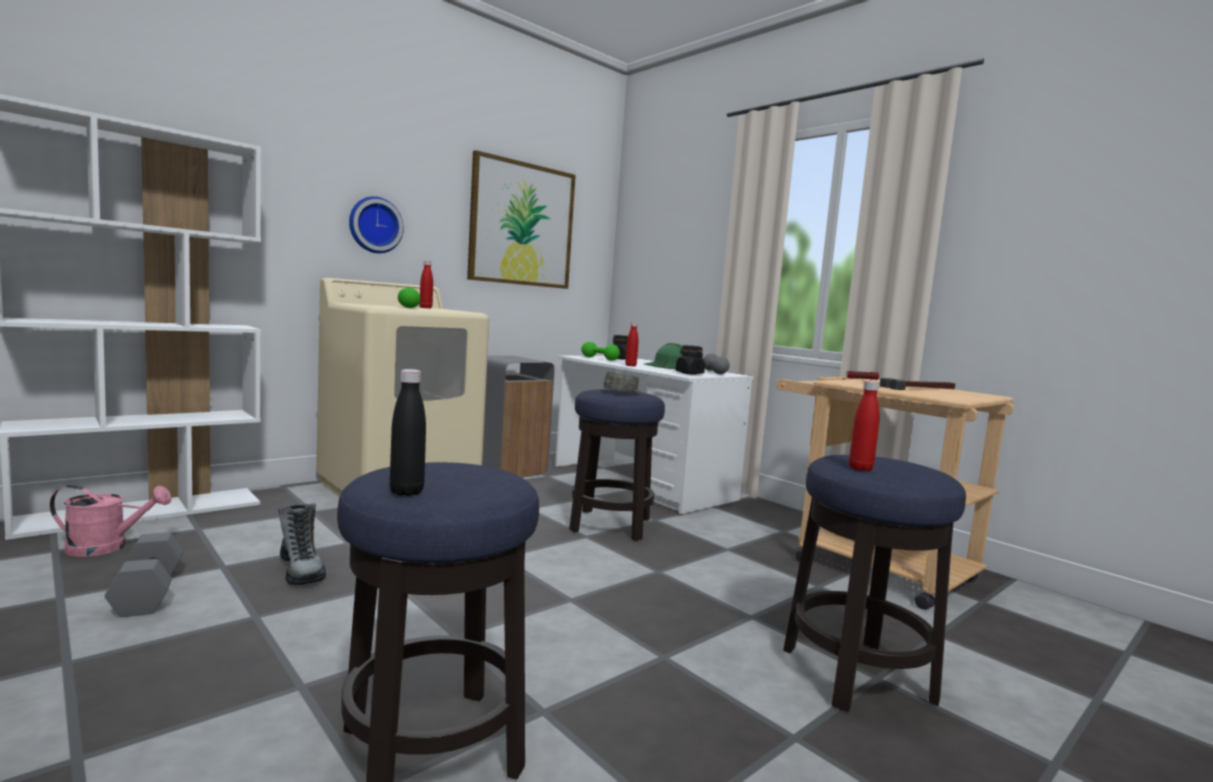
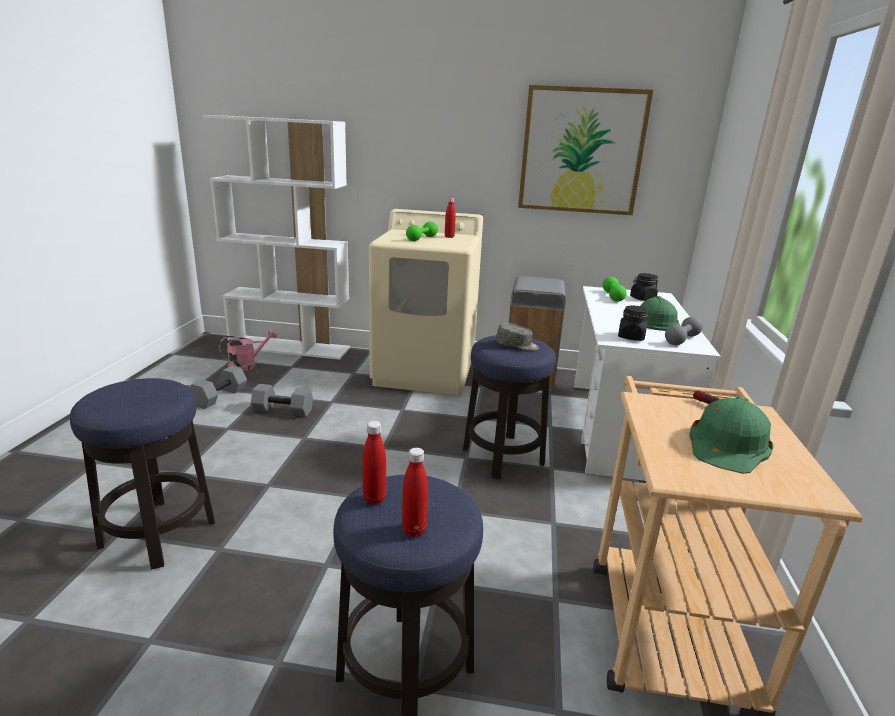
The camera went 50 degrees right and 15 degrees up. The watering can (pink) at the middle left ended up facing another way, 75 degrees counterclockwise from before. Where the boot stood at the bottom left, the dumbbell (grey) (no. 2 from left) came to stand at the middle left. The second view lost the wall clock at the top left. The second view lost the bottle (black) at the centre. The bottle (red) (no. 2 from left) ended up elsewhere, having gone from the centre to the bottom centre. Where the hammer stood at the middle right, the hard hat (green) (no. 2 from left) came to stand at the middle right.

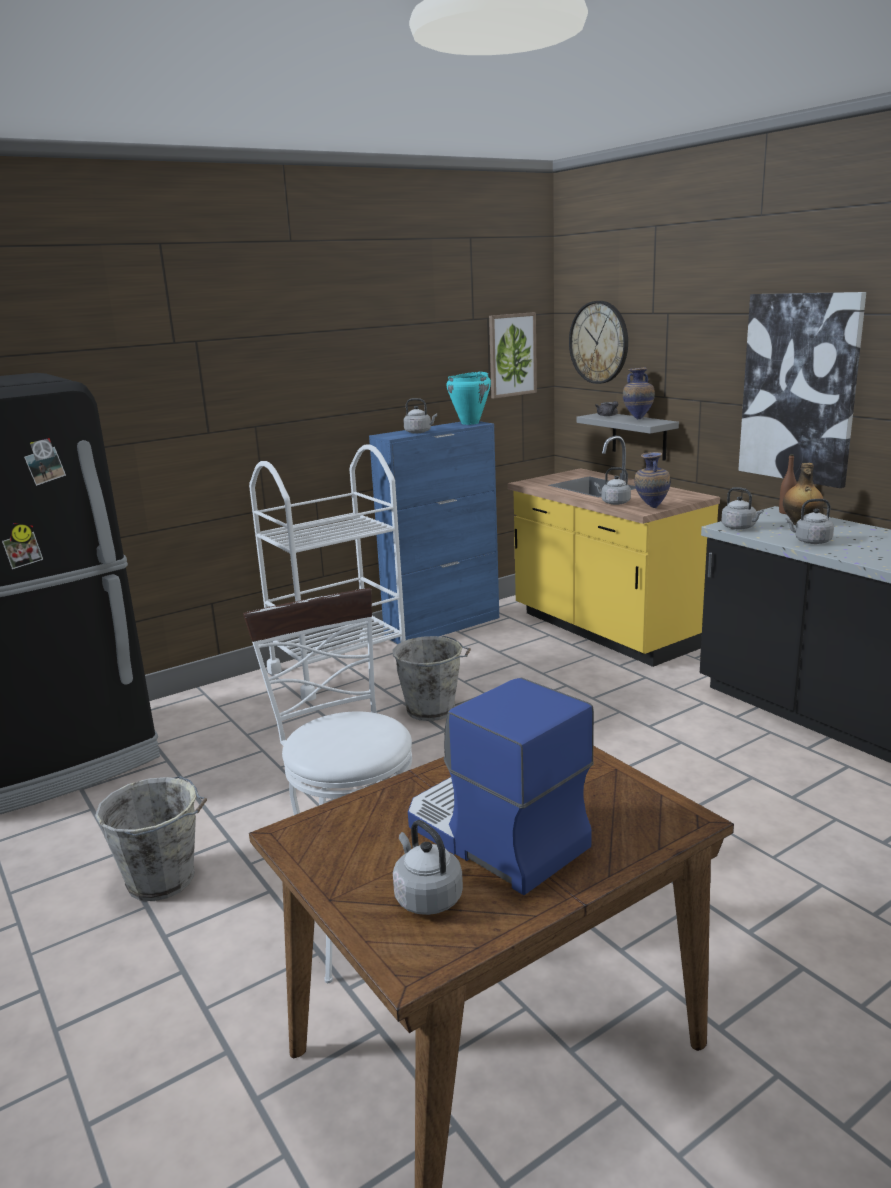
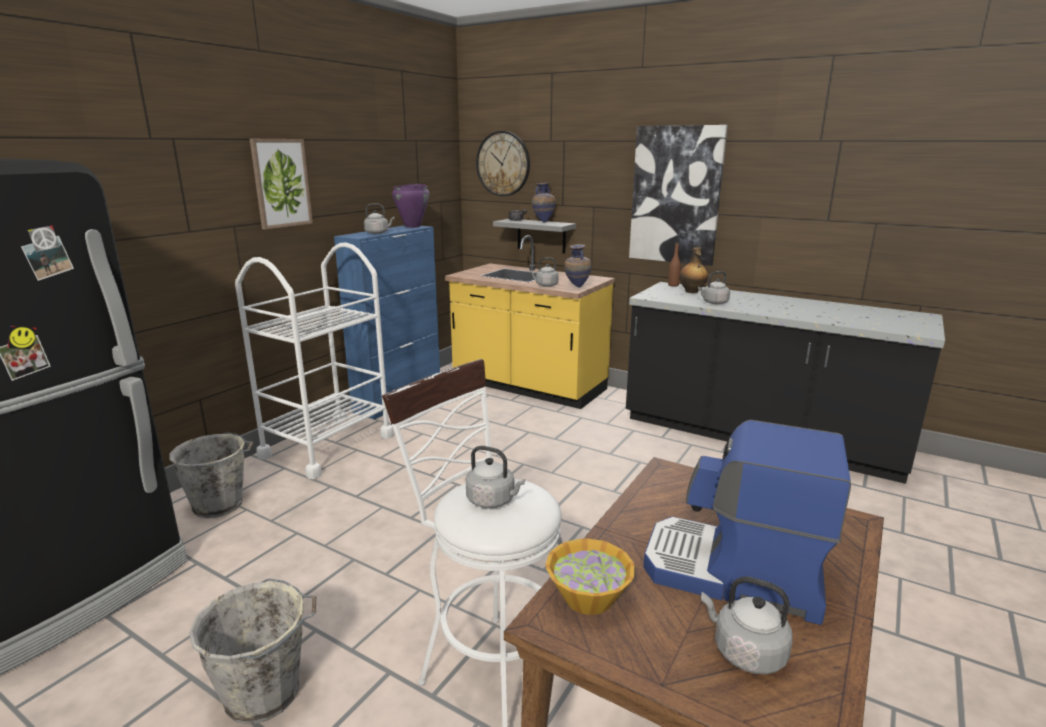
The camera went 25 degrees left and 0 degrees up. The bucket (grey) (no. 2 from left in the first image) ended up elsewhere, having gone from the centre to the middle left. What was the cooking pot (turquoise) at the centre turned into the cooking pot (purple) at the top centre. The picture (no. 1 from left) ended up elsewhere, having gone from the top centre to the top left. The kettle (grey) (no. 4 from left in the first image) ended up elsewhere, having gone from the middle right to the centre. The second view gained the bowl at the bottom centre.

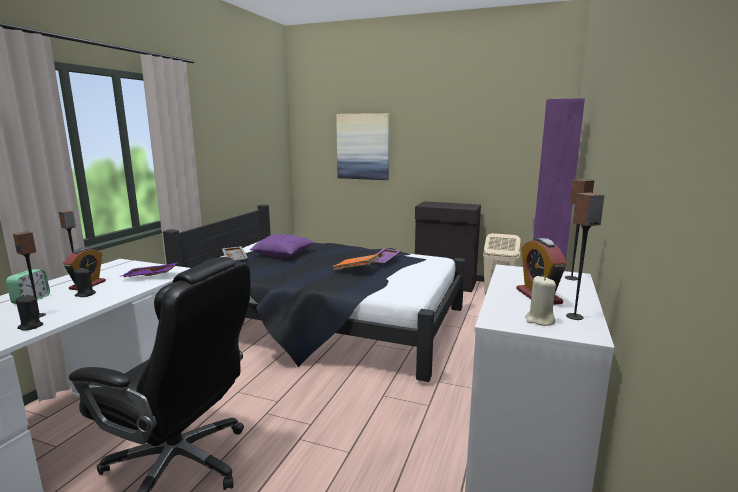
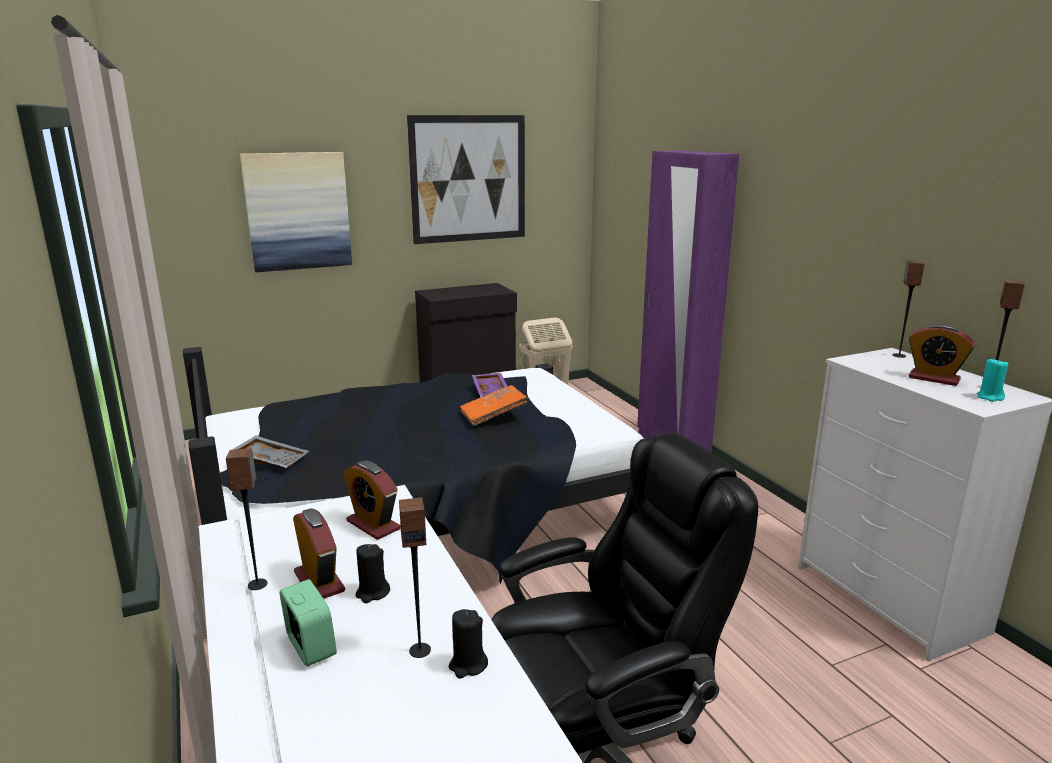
The camera went 45 degrees left and 5 degrees up. Where the tray (purple) (no. 1 from left) stood at the middle left, the alarm clock (no. 3 from left) came to stand at the centre. The second view lost the pillow (purple) at the centre. What was the candle (beige) at the middle right turned into the candle (turquoise) at the middle right. The second view gained the picture (no. 2 from left) at the top centre.

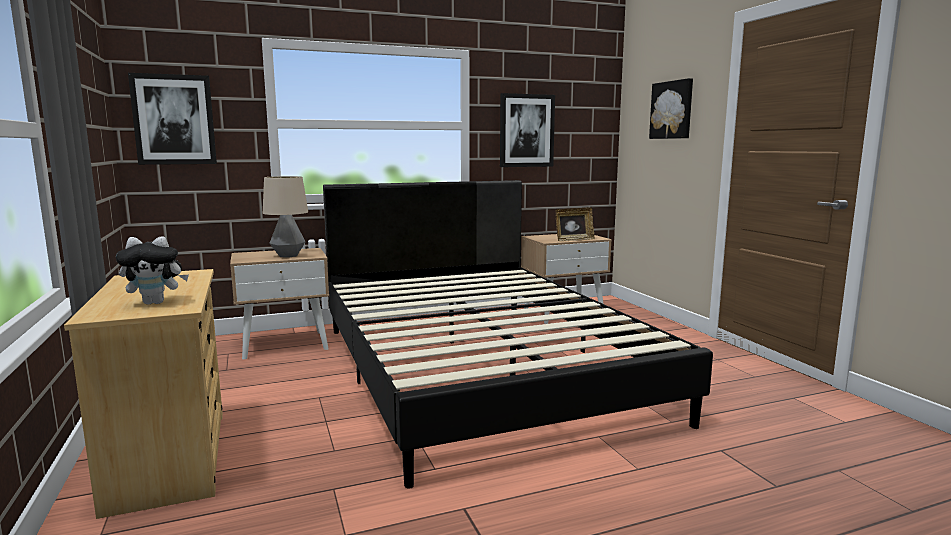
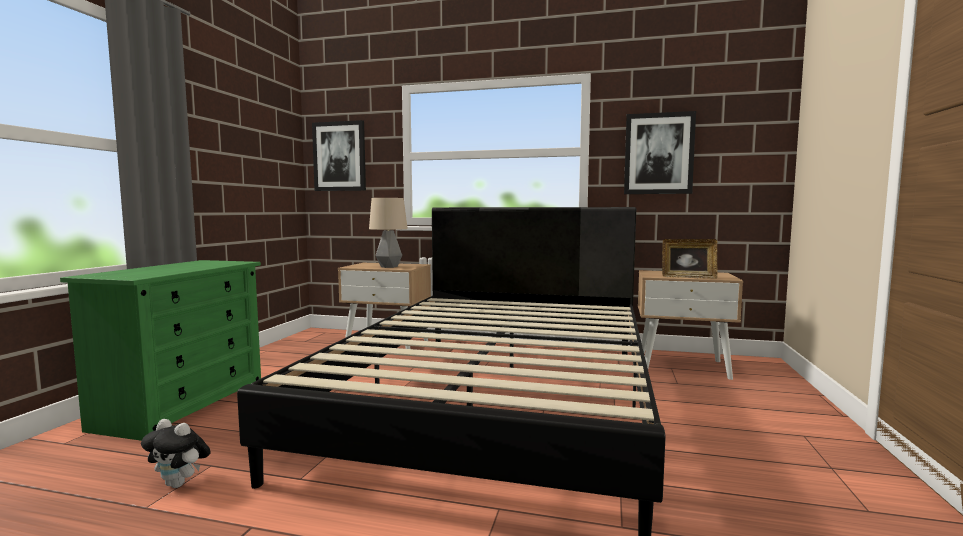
The camera went 35 degrees right and 5 degrees down. What was the dresser (beige) at the bottom left turned into the dresser (green) at the middle left. The plush toy ended up elsewhere, having gone from the middle left to the bottom left. The second view lost the picture (no. 3 from left) at the top right.

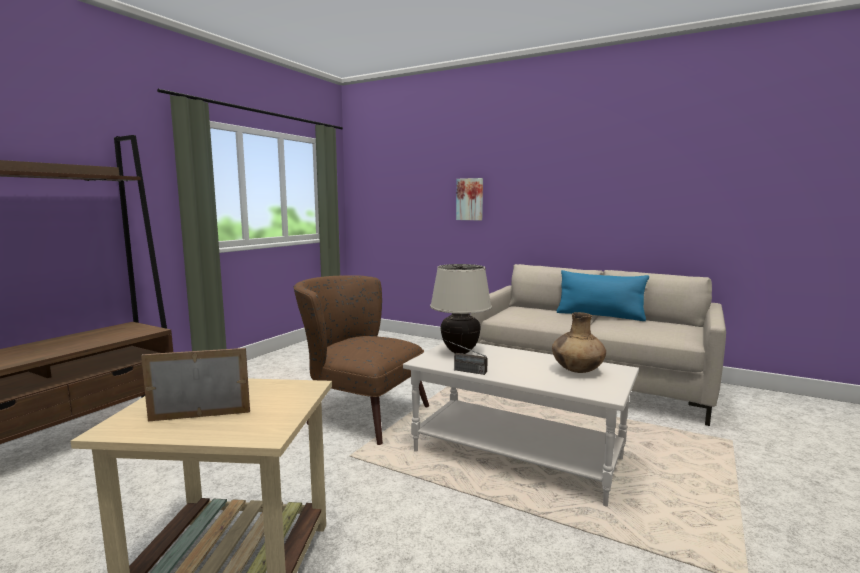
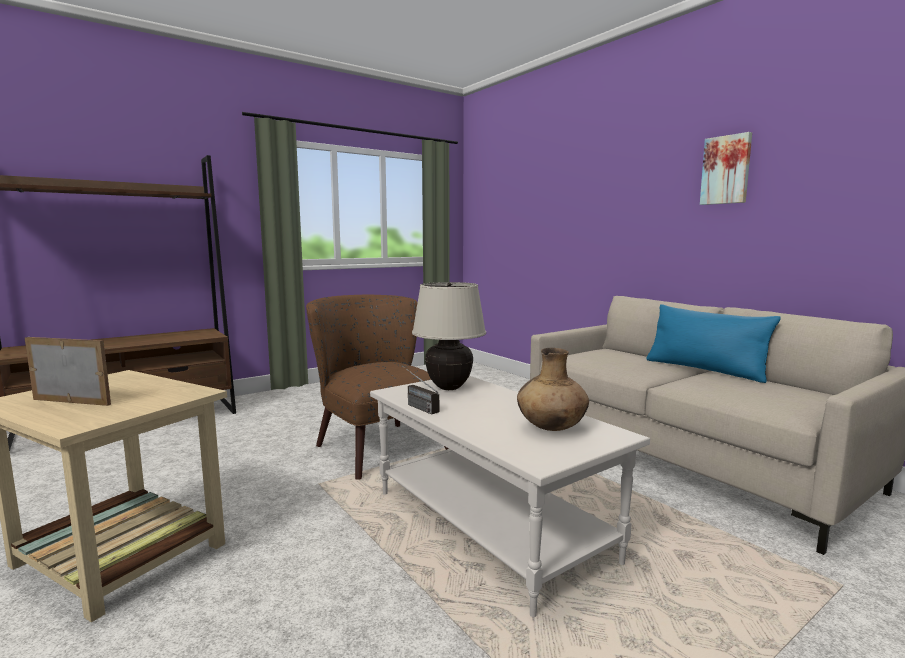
The camera went 25 degrees right and 0 degrees up. The picture ended up elsewhere, having gone from the centre to the top right.

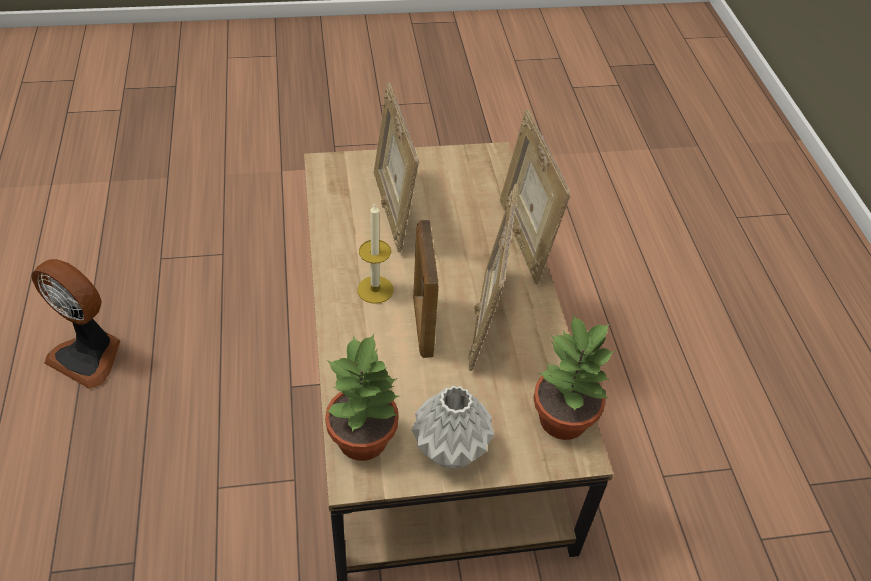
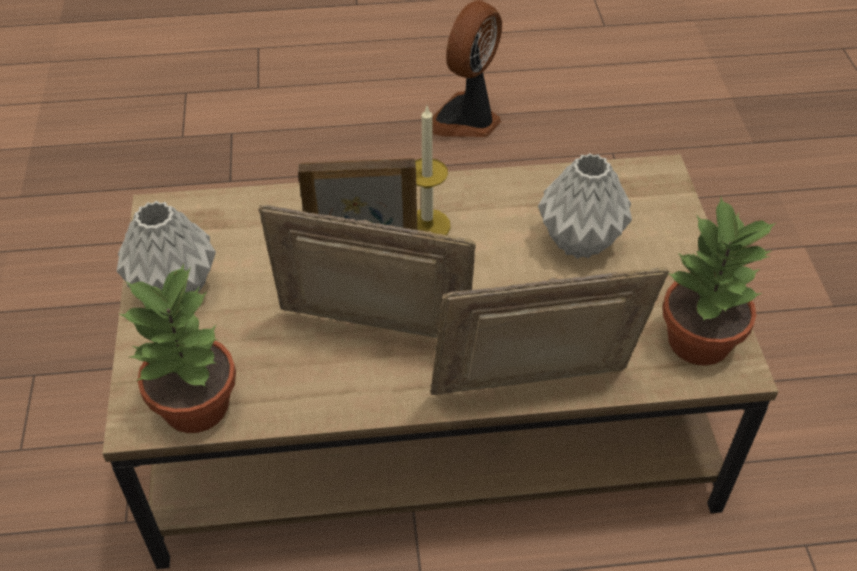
The camera went 95 degrees right and 0 degrees up. The potted plant (no. 1 from left in the first image) ended up elsewhere, having gone from the bottom centre to the middle right. Where the picture frame (no. 1 from left) stood at the top centre, the vase (grey) (no. 2 from left) came to stand at the middle right.

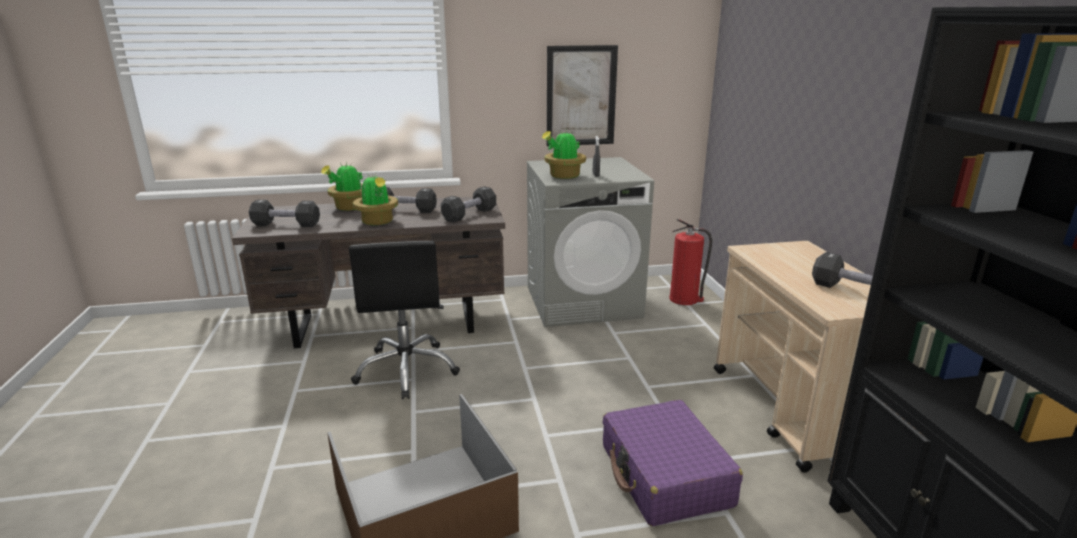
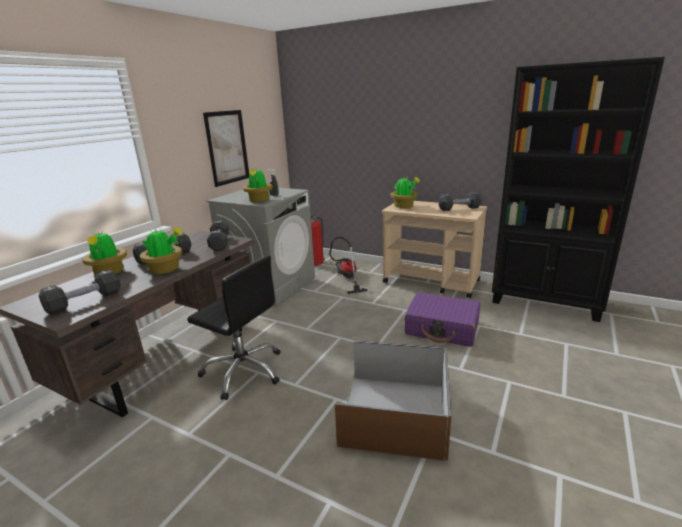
The camera went 50 degrees left and 0 degrees up. The second view gained the vacuum cleaner at the centre. The second view gained the potted plant (no. 4 from left) at the centre.

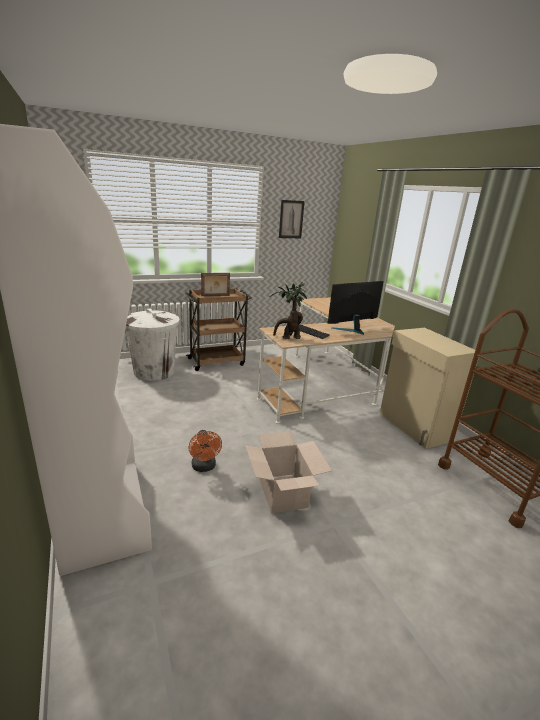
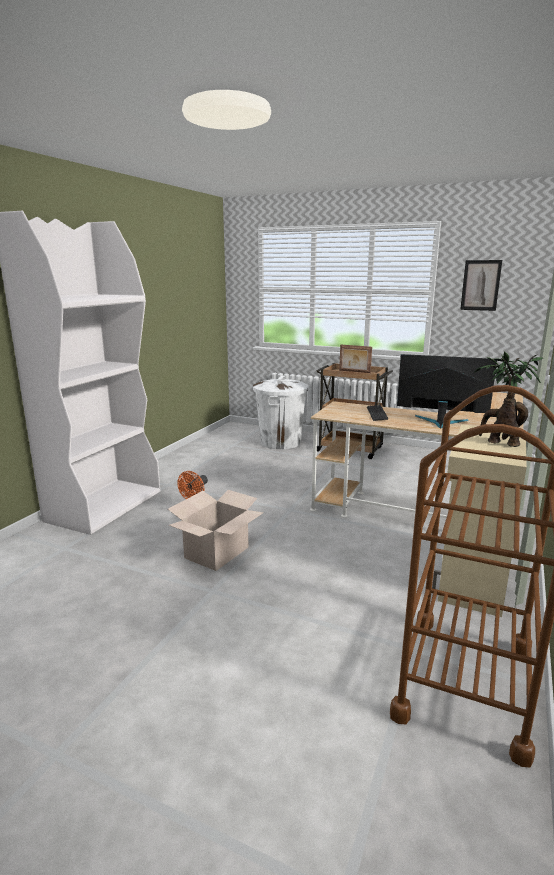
The camera went 50 degrees right and 5 degrees down. The potted plant ended up elsewhere, having gone from the centre to the middle right.

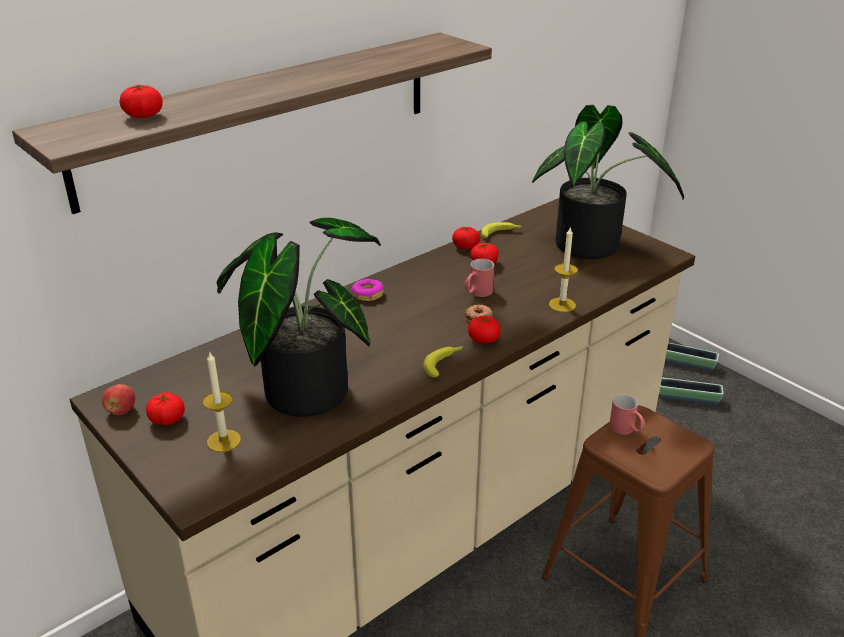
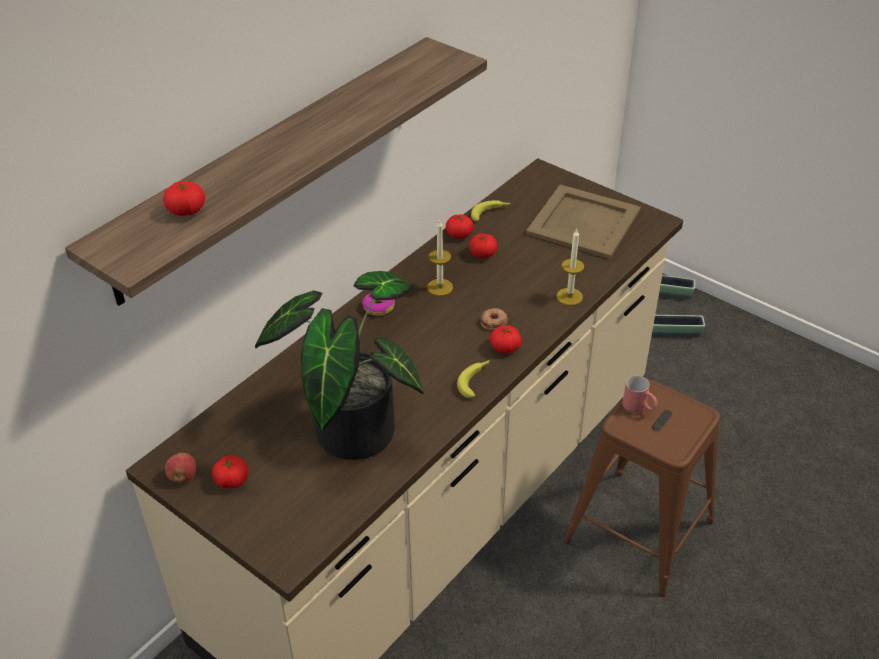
The camera went 10 degrees left and 10 degrees up. The candle (no. 1 from left) ended up elsewhere, having gone from the middle left to the centre. The second view lost the mug (red) (no. 1 from left) at the centre. Where the potted plant (no. 2 from left) stood at the top right, the tray (beige) came to stand at the centre.

